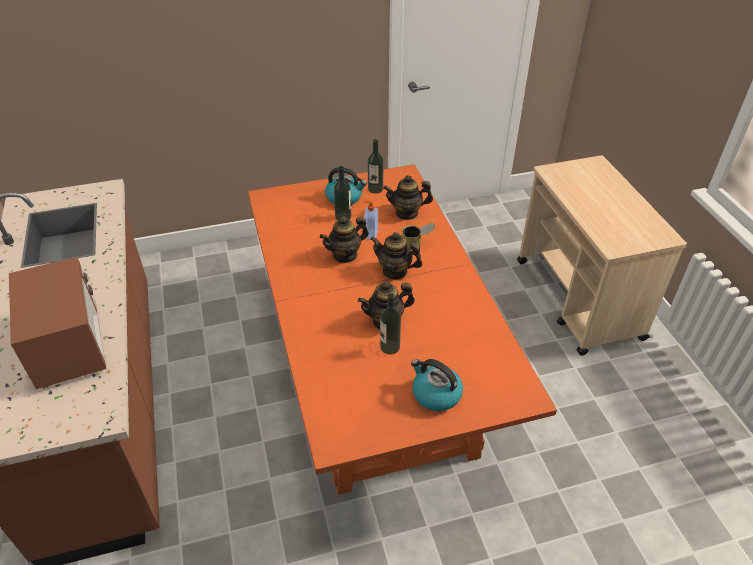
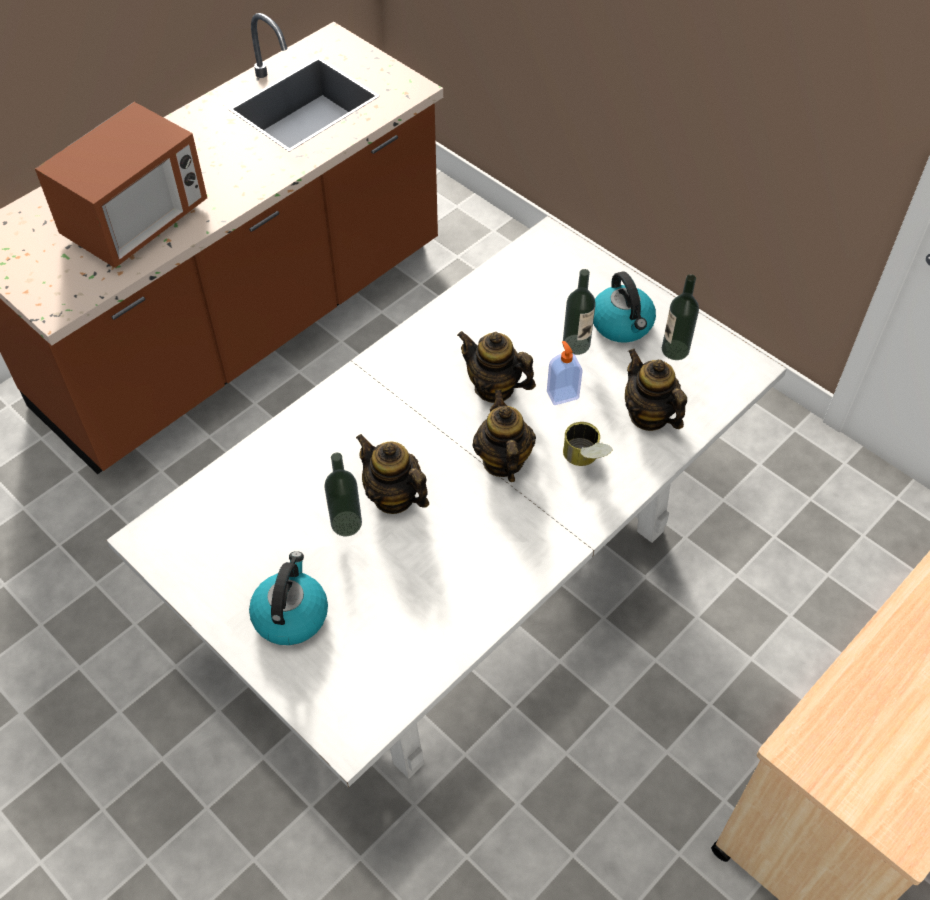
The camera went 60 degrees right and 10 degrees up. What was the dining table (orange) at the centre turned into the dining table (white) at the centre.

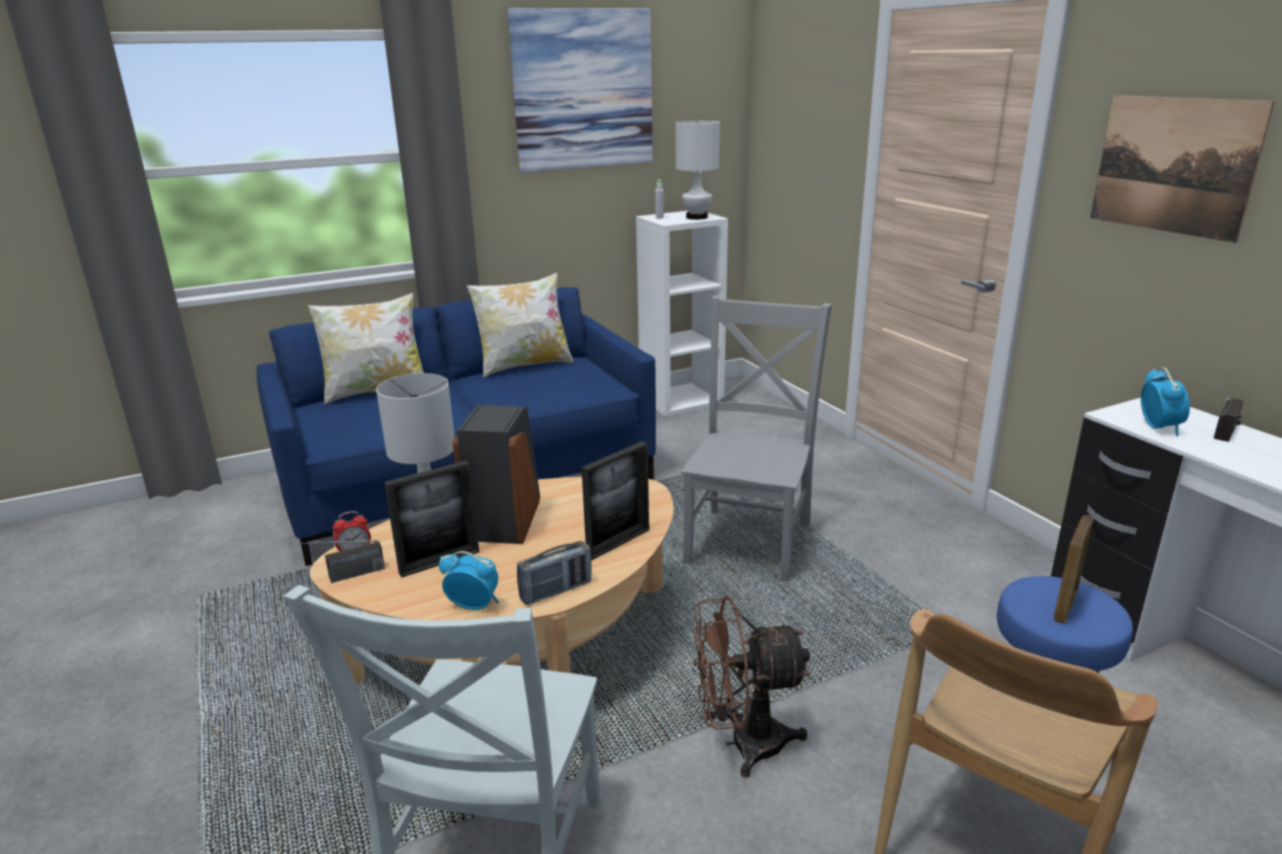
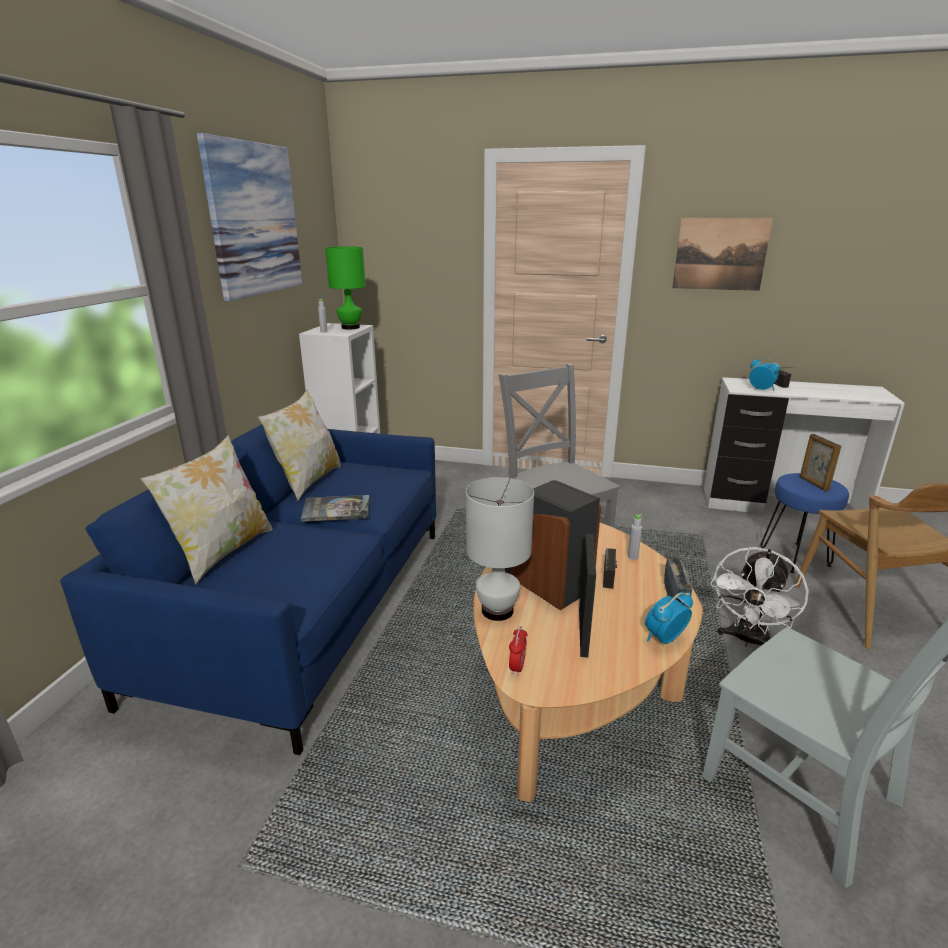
The camera went 50 degrees left and 0 degrees up. The radio (no. 1 from left) ended up elsewhere, having gone from the middle left to the centre. Where the picture frame (no. 2 from left) stood at the centre, the bottle (grey) (no. 2 from left) came to stand at the middle right. What was the table lamp (white) (no. 2 from left) at the top centre turned into the table lamp (green) at the top centre. What was the fan (brown) at the bottom centre turned into the fan (white) at the middle right. The second view gained the book at the centre.

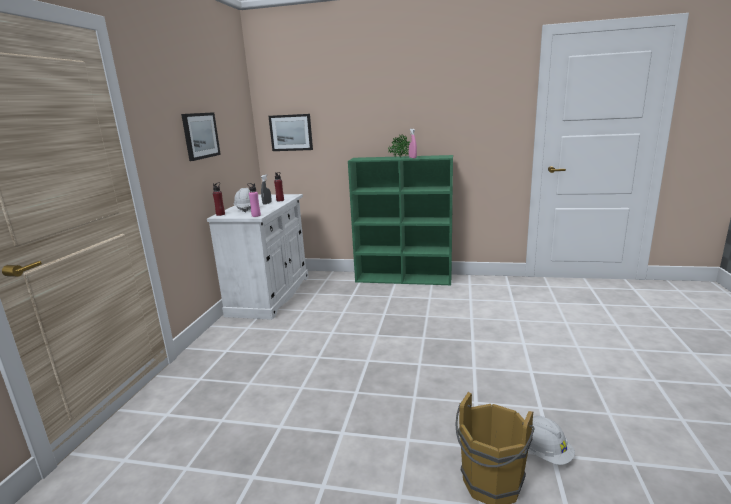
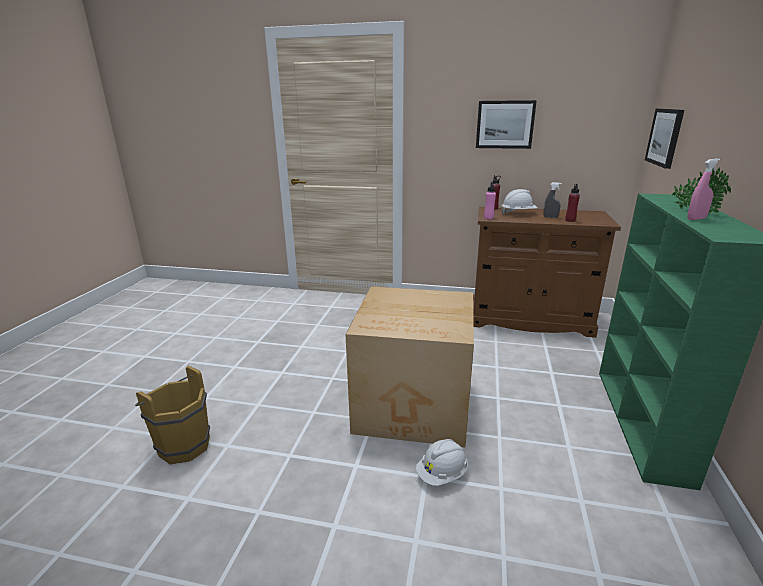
The camera went 90 degrees right and 5 degrees up. What was the cabinet (white) at the centre turned into the cabinet (brown) at the middle right. The hard hat (white) (no. 2 from left in the first image) ended up elsewhere, having gone from the bottom right to the bottom centre. The second view gained the cardboard box at the centre.

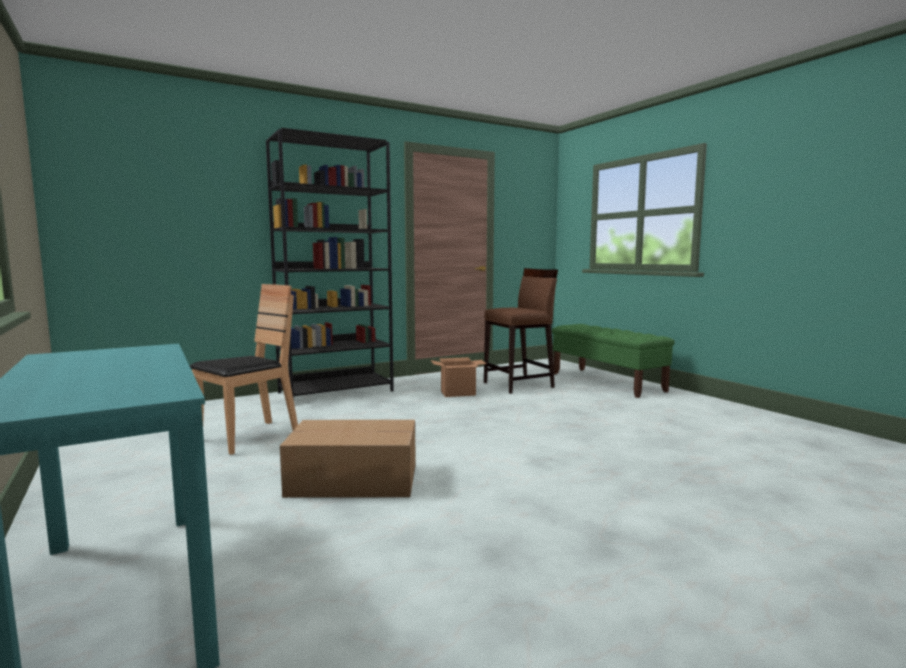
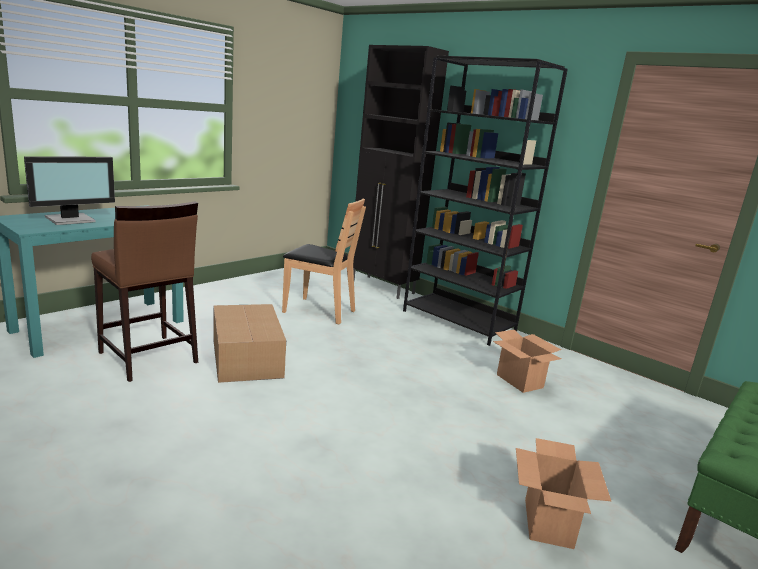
The camera went 70 degrees right and 10 degrees up. The stool (brown) ended up elsewhere, having gone from the centre to the middle left. The second view gained the monitor at the middle left. The second view gained the cabinet (black) at the top centre. The second view gained the cardboard box (no. 3 from left) at the bottom right.

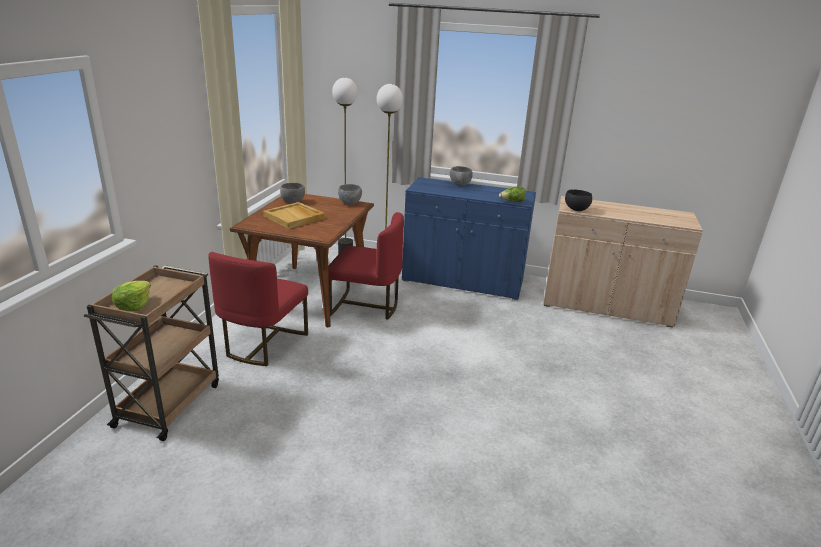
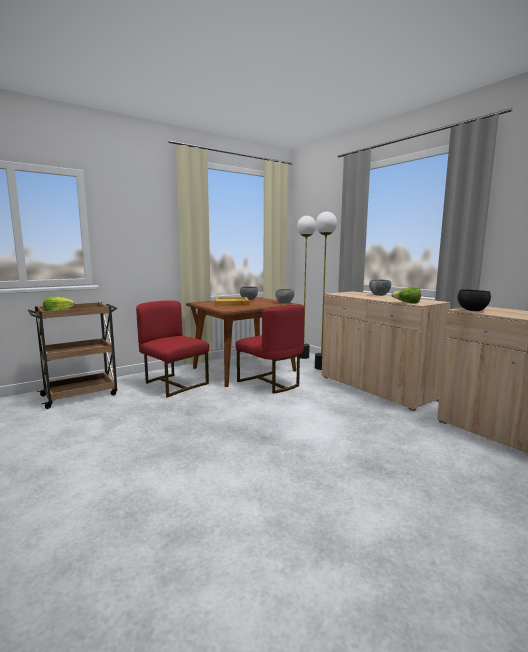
The camera went 40 degrees right and 15 degrees down. The chair (red) (no. 1 from left) at the middle left ended up facing another way, 75 degrees clockwise from before. What was the cabinet (blue) at the centre turned into the cabinet (beige) (no. 1 from left) at the middle right.

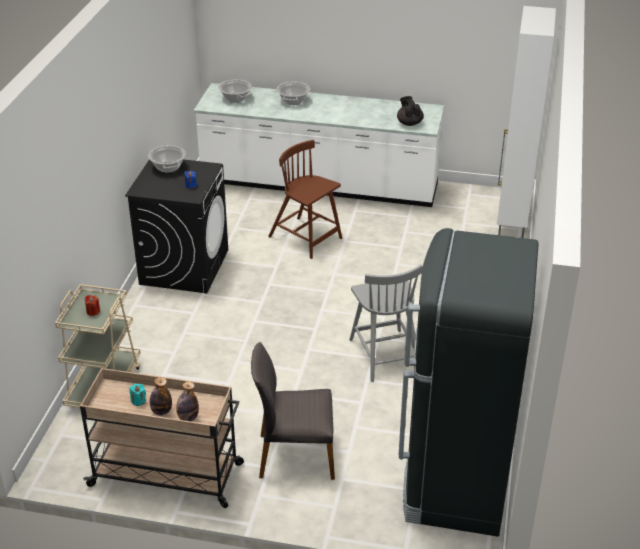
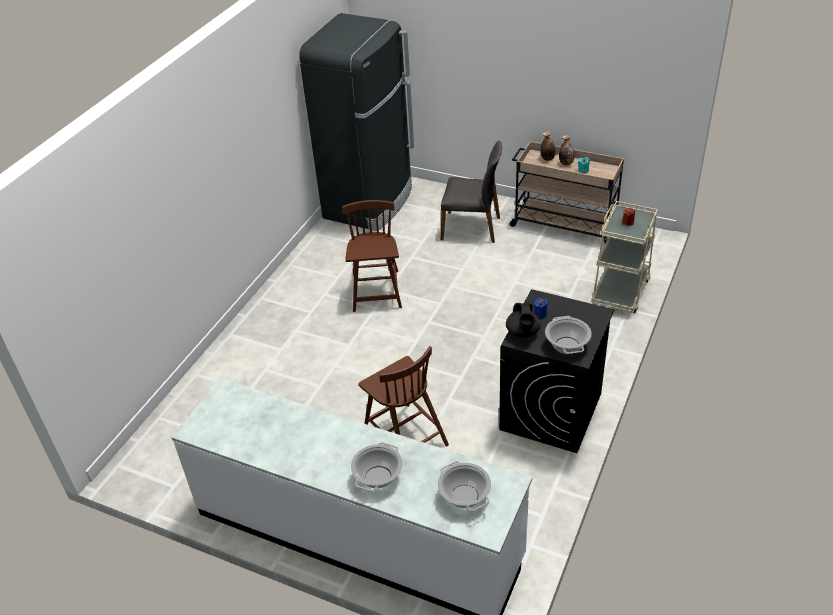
The camera went 165 degrees left and 5 degrees up. What was the chair (grey) (no. 2 from left) at the centre turned into the chair (brown) (no. 1 from left) at the centre. The teapot (black) ended up elsewhere, having gone from the top centre to the centre. The second view lost the cabinet (white) at the top right.

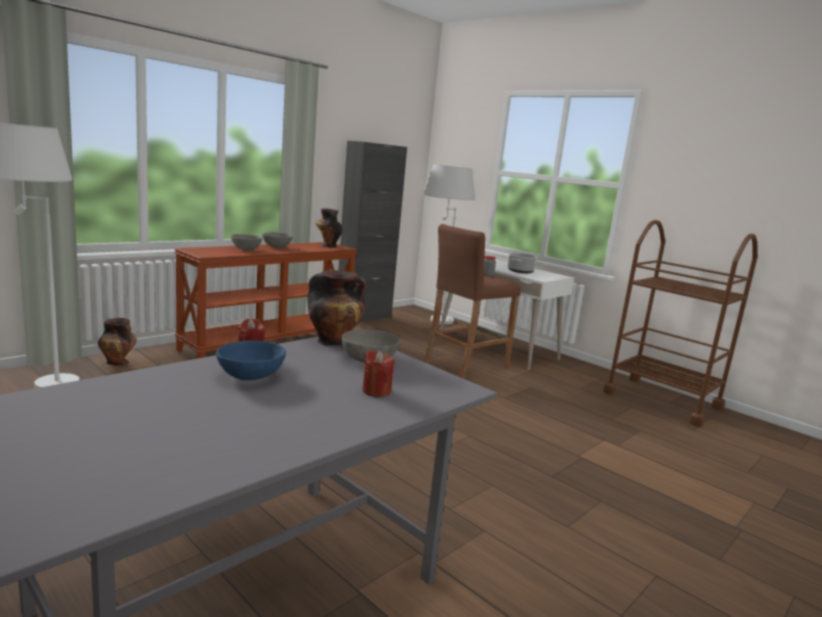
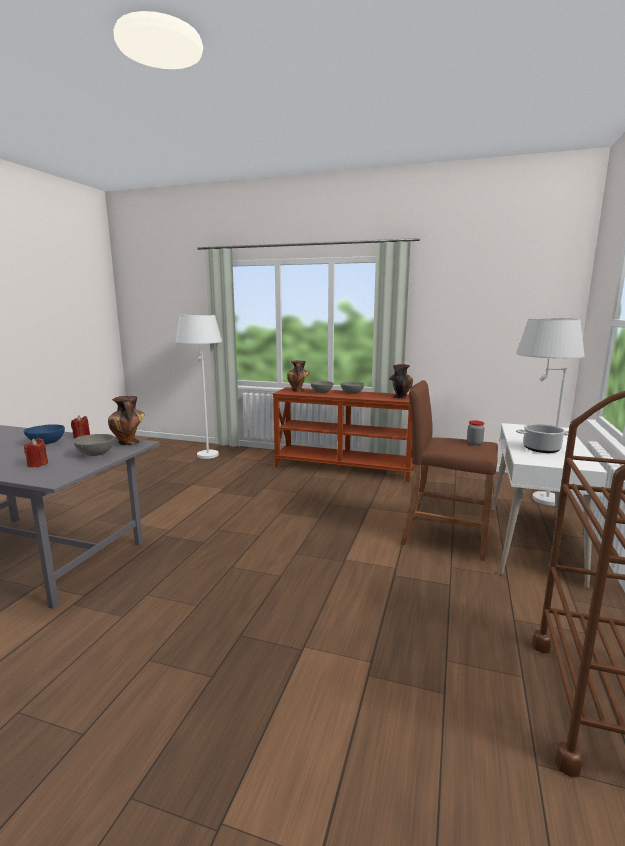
The camera went 65 degrees right and 0 degrees up. The vase (no. 1 from left in the first image) ended up elsewhere, having gone from the middle left to the centre. The second view lost the cabinet (black) at the centre.

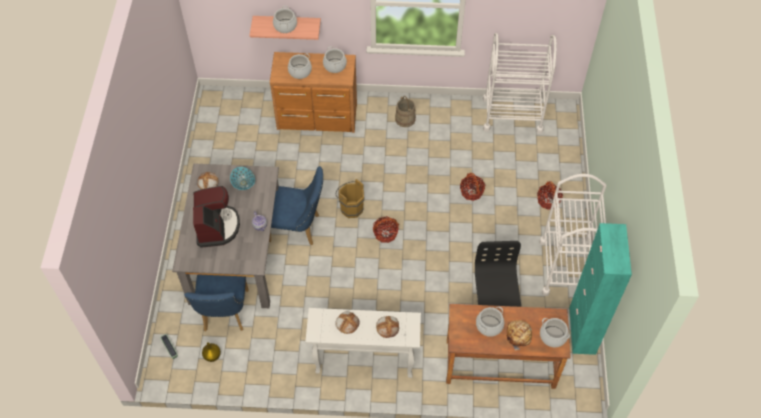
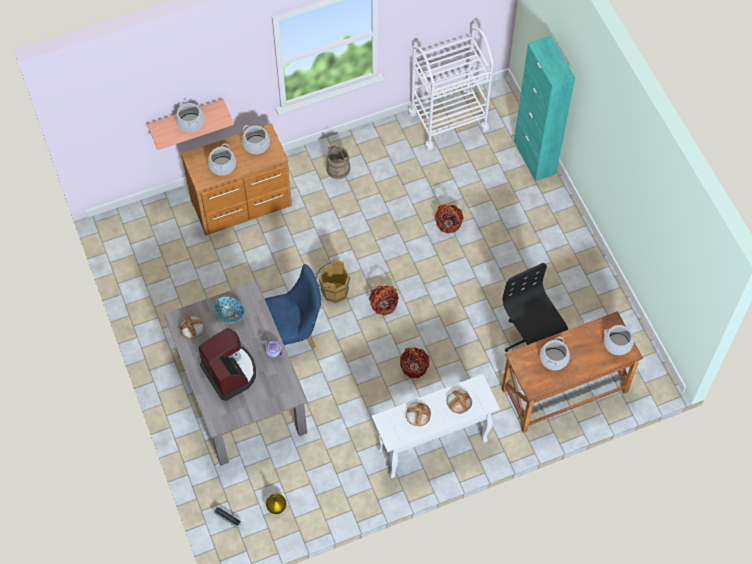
The camera went 25 degrees left and 5 degrees up. The second view lost the chair (blue) (no. 1 from left) at the bottom left. The second view lost the bread (no. 4 from left) at the bottom right. The basket (no. 3 from left in the first image) ended up elsewhere, having gone from the middle right to the centre. The second view lost the cart (white) (no. 2 from left) at the middle right. The cabinet (turquoise) ended up elsewhere, having gone from the bottom right to the top right.

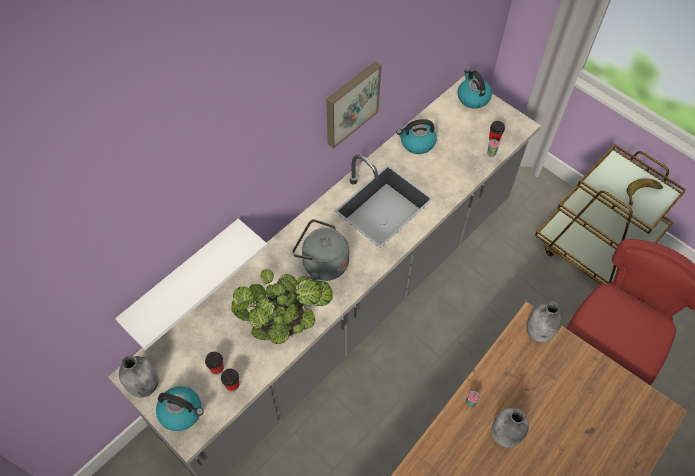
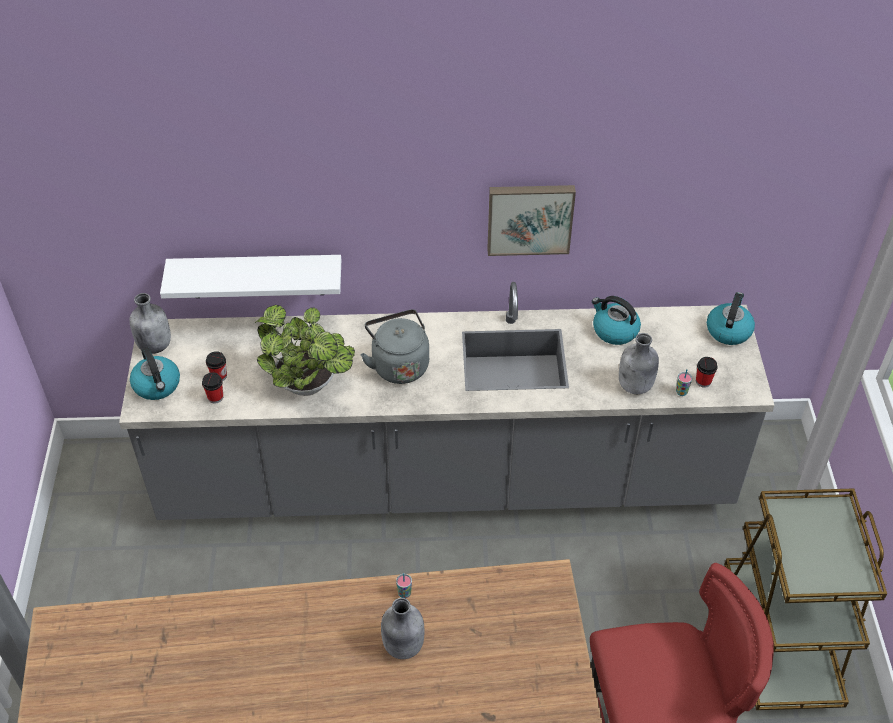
The camera went 45 degrees right and 10 degrees down. The bottle (grey) (no. 3 from left) ended up elsewhere, having gone from the bottom right to the middle right. The second view lost the banana at the middle right.

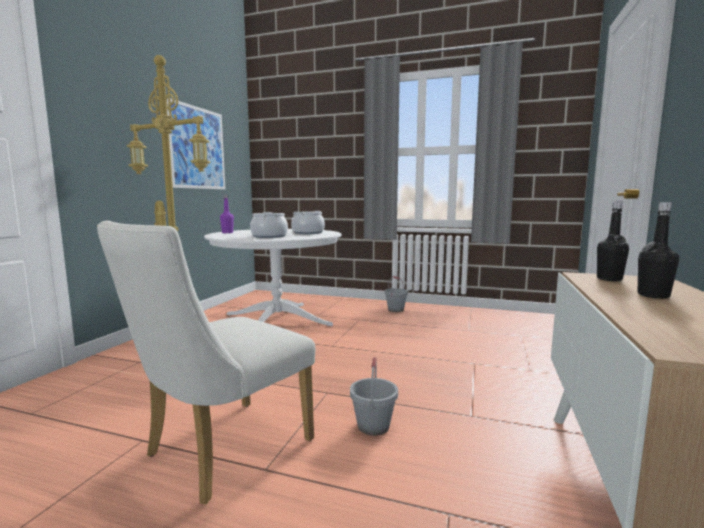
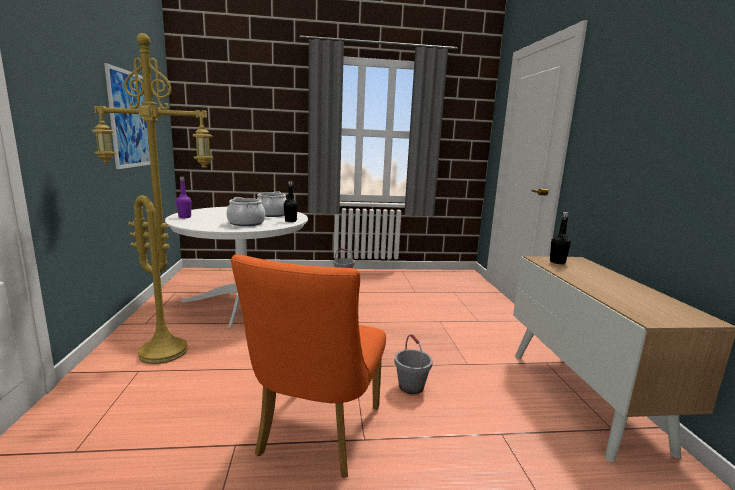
The camera went 25 degrees left and 5 degrees up. What was the chair (white) at the bottom left turned into the chair (orange) at the bottom centre. The bottle (black) (no. 2 from left in the first image) ended up elsewhere, having gone from the middle right to the centre.

